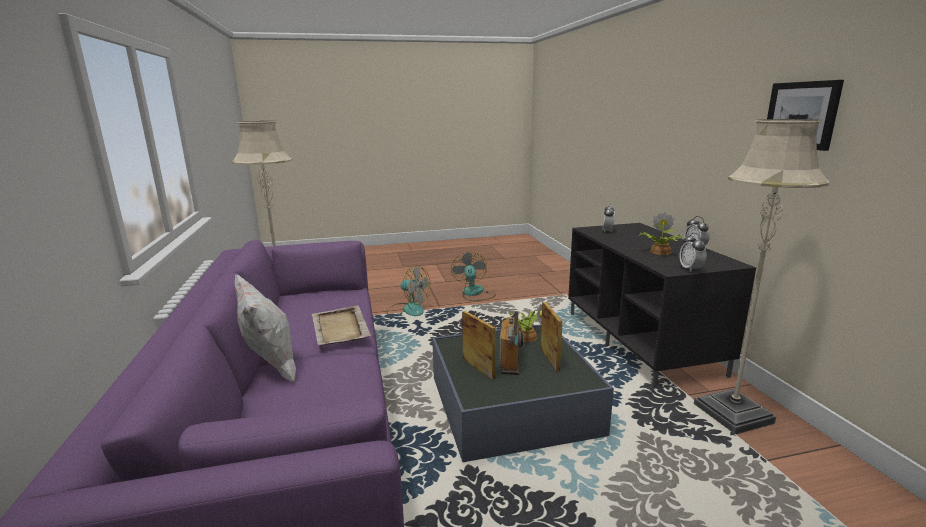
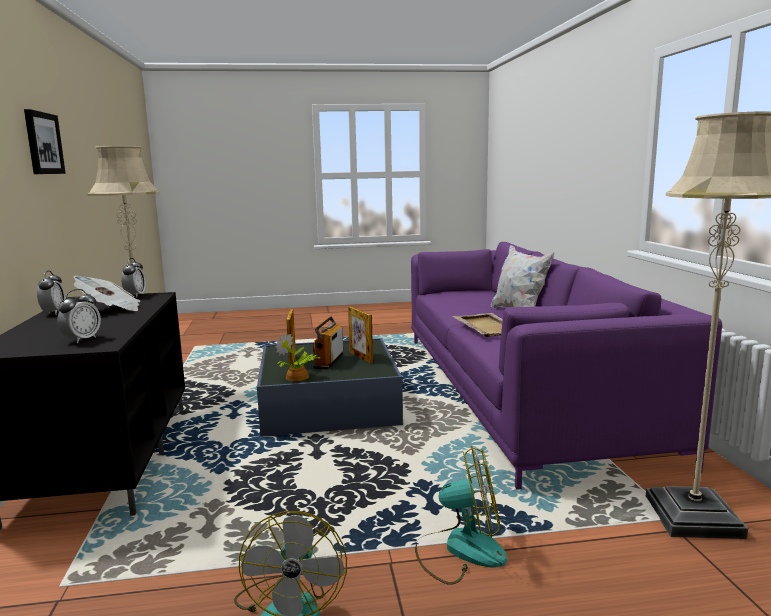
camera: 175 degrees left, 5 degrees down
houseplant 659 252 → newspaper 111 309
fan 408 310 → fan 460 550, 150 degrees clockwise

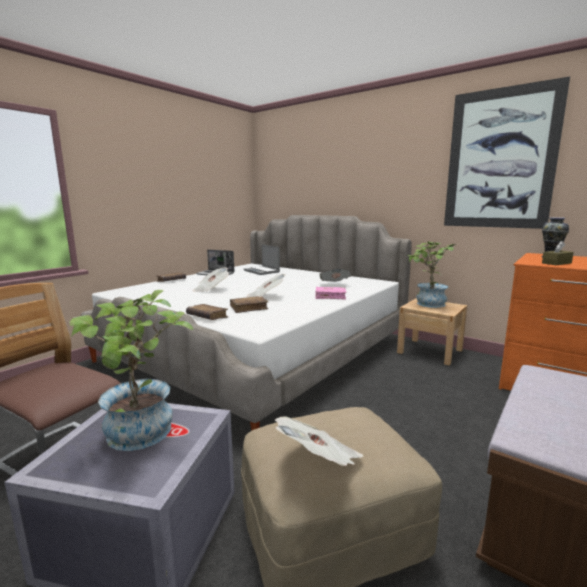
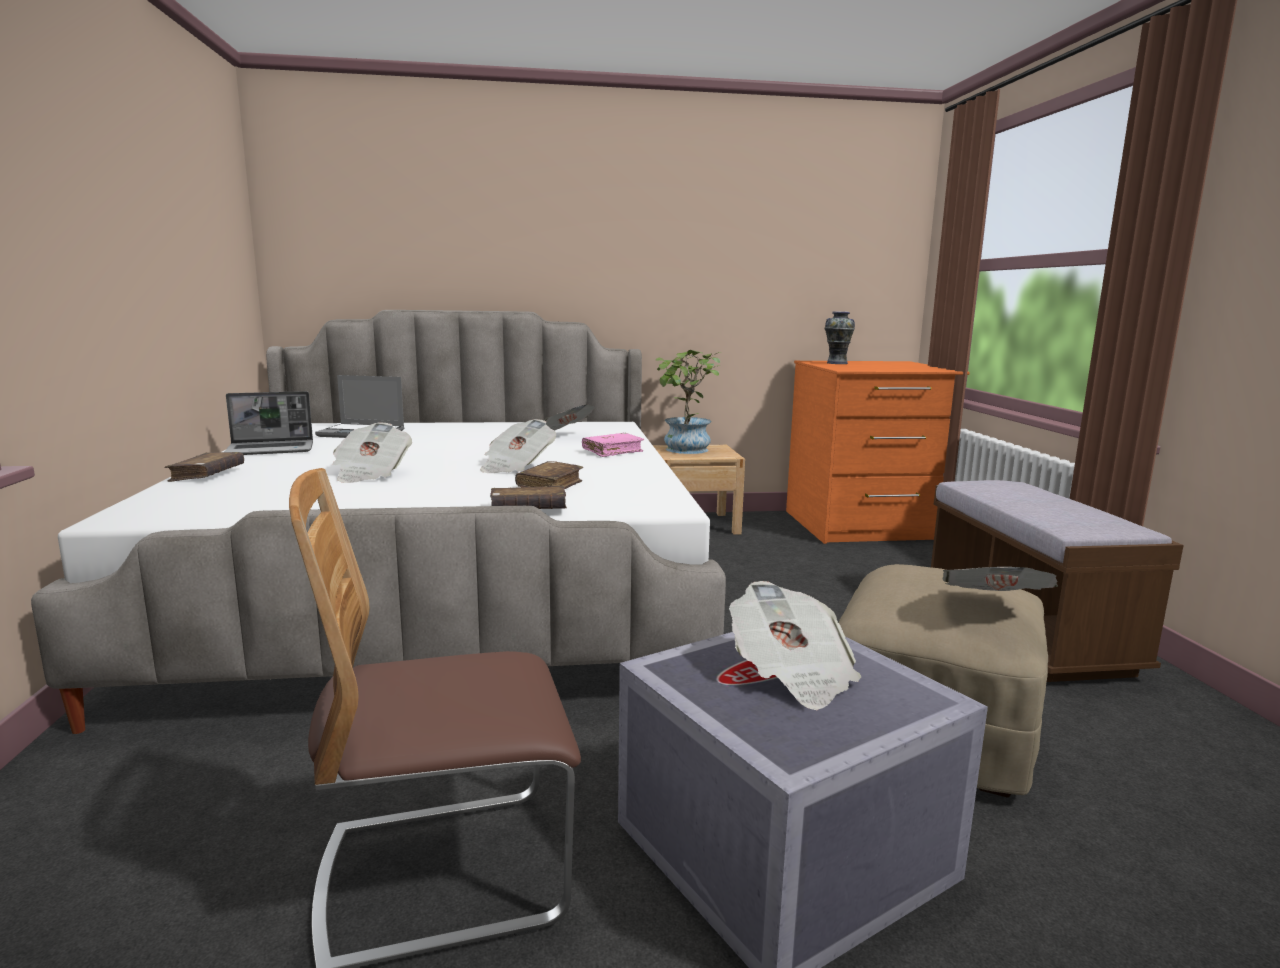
camera: 45 degrees left, 0 degrees up
houseplant 142 436 → newspaper 792 675
wall picture 500 159 → -
brown-coloured tissue holder 556 263 → -

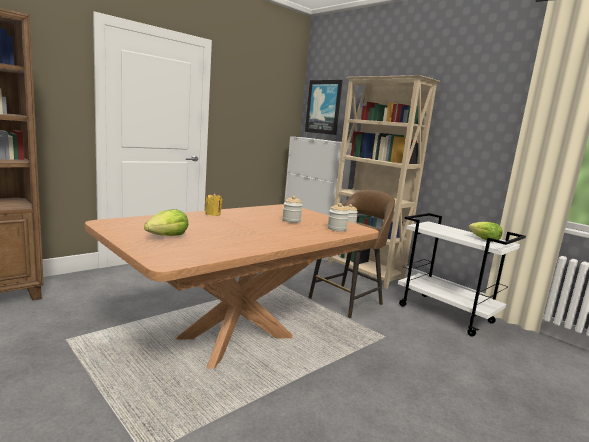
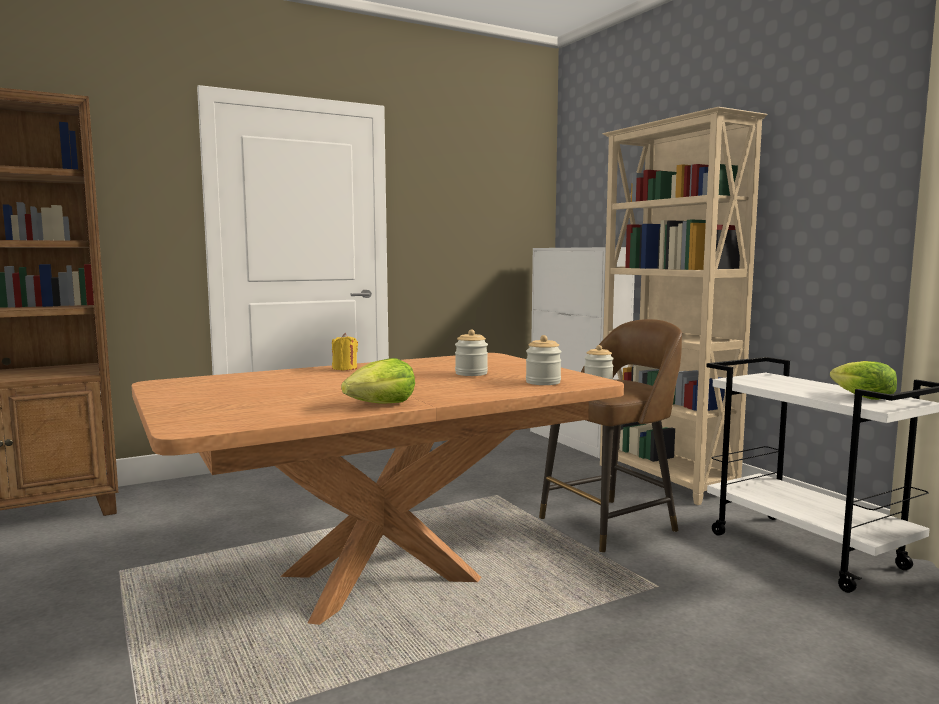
camera: 15 degrees right, 5 degrees down
head of lettuce 167 236 → head of lettuce 382 404, shifted
wall picture 323 107 → -

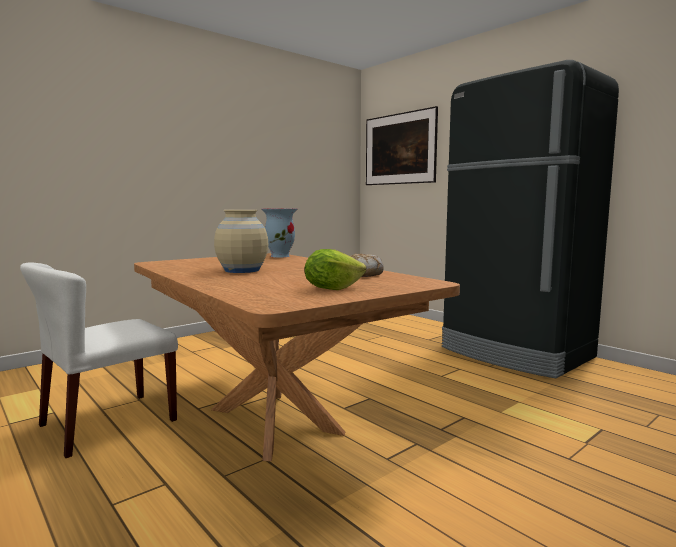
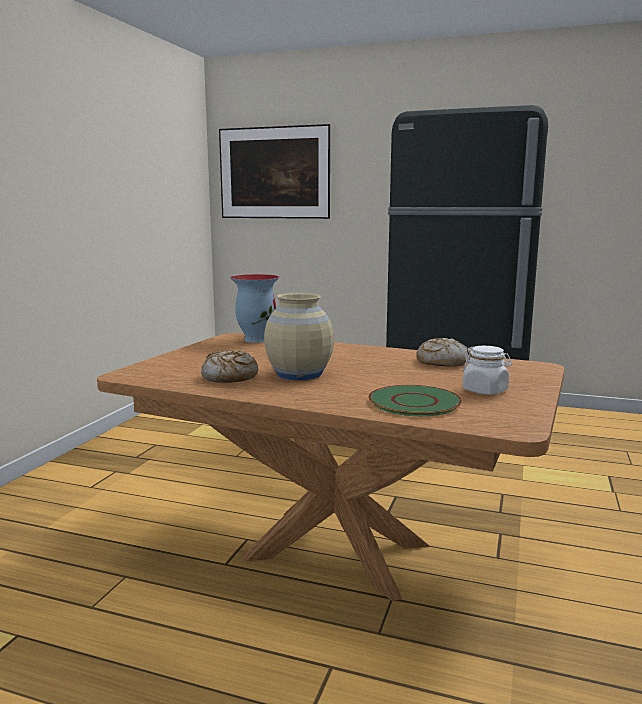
camera: 30 degrees left, 5 degrees up
- → baked bread 230 377
- → green dinner plate 415 402
head of lettuce 332 289 → whitish storage jar 485 391
whitish upright chair 107 423 → -

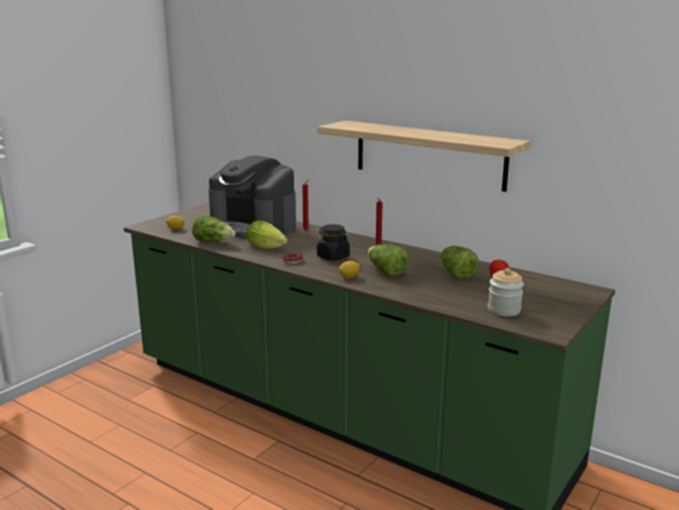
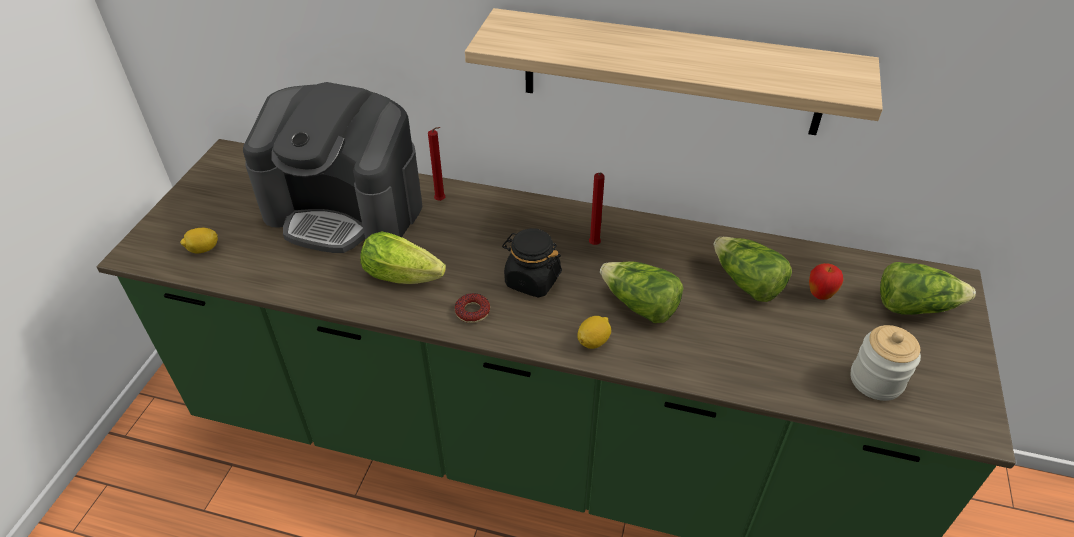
camera: 20 degrees left, 25 degrees up
head of lettuce 213 242 → head of lettuce 914 305, shifted

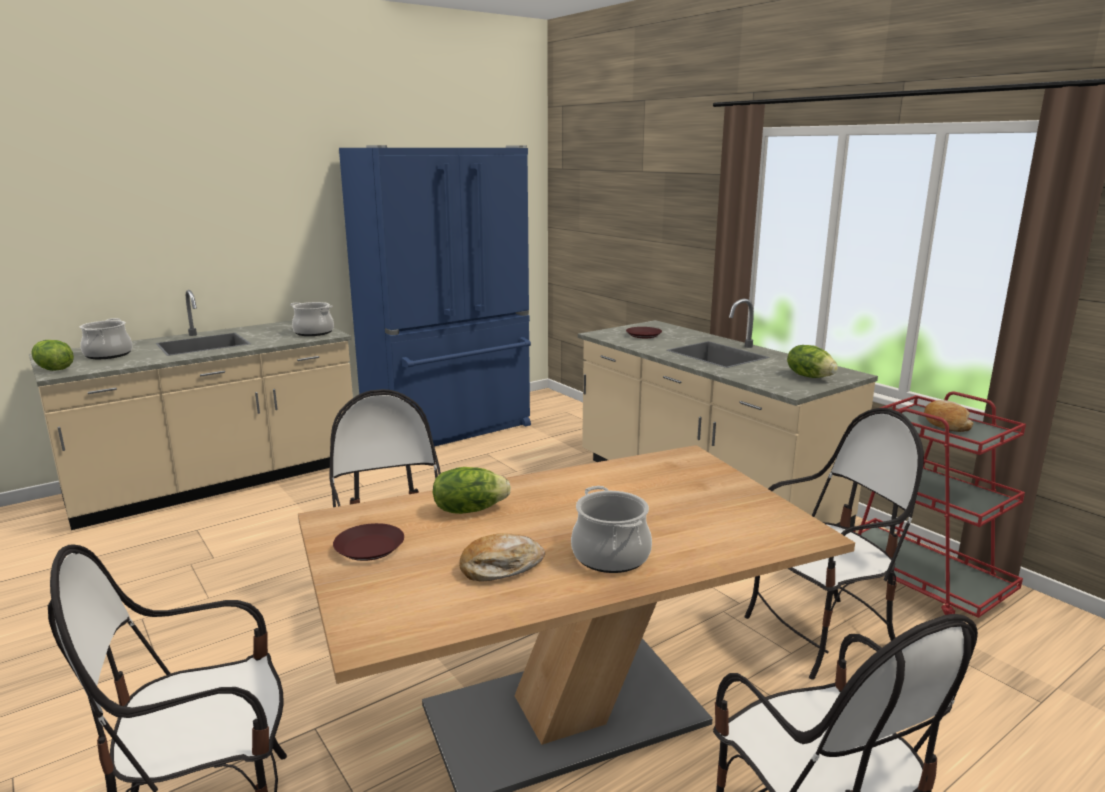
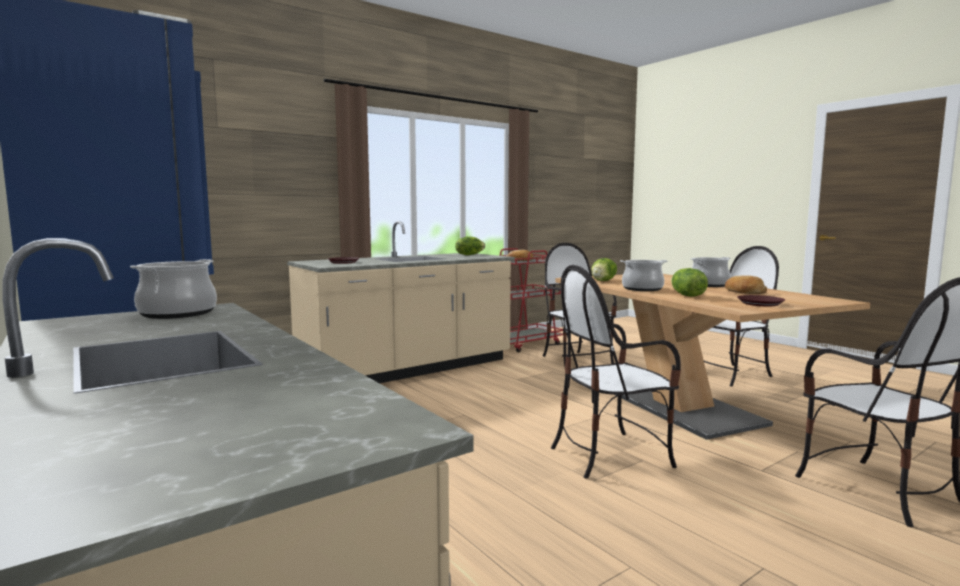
camera: 90 degrees left, 10 degrees down
head of lettuce 53 369 → head of lettuce 603 281, shifted
stockpot 108 354 → stockpot 642 289, shifted

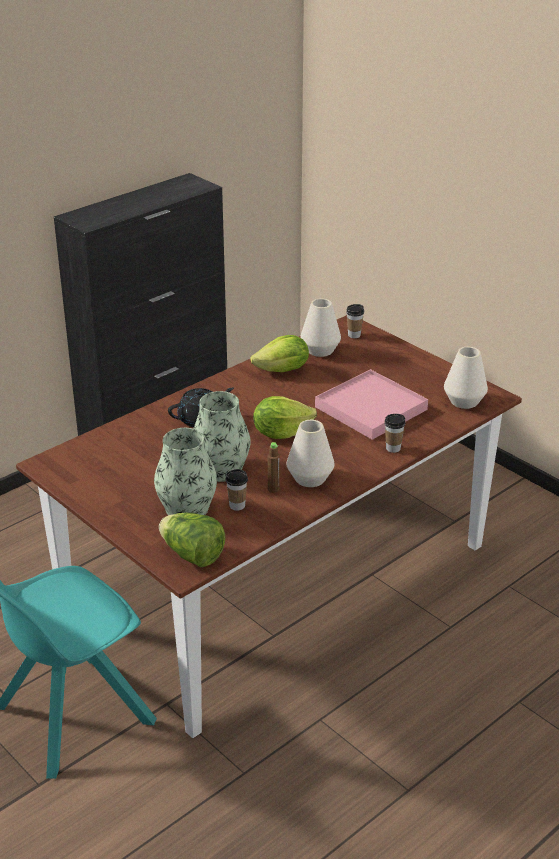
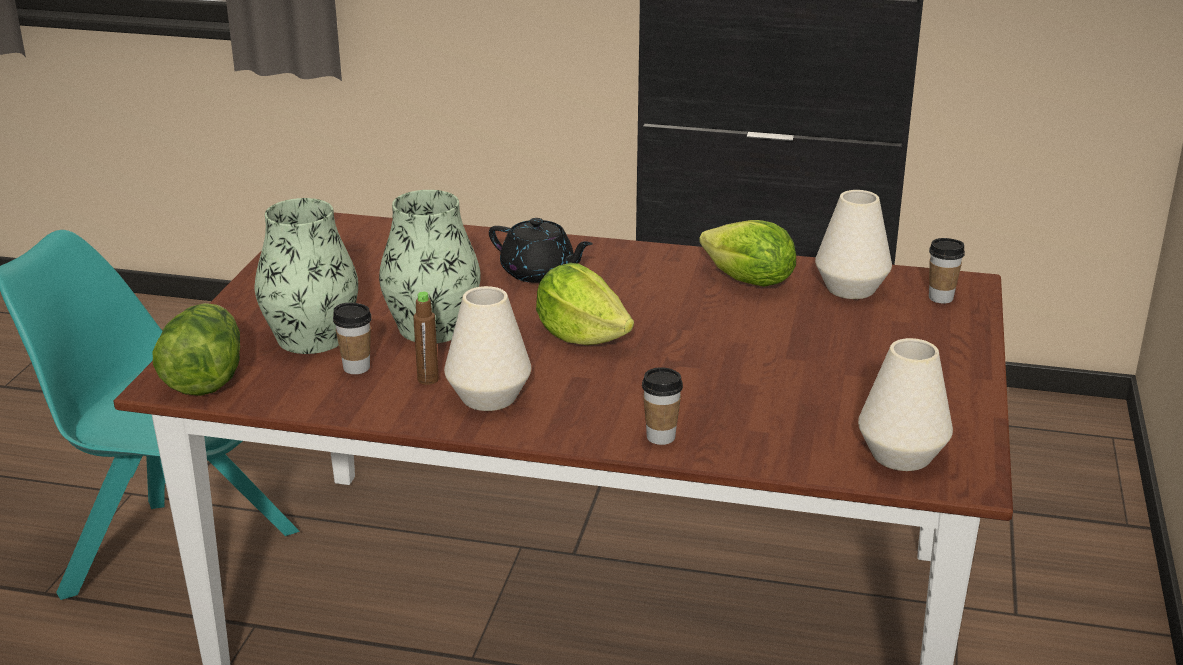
camera: 55 degrees right, 5 degrees down
pink serving tray 371 408 → -

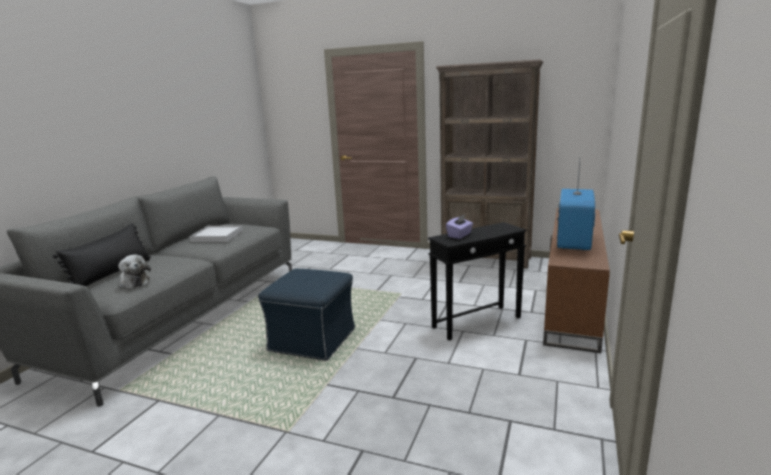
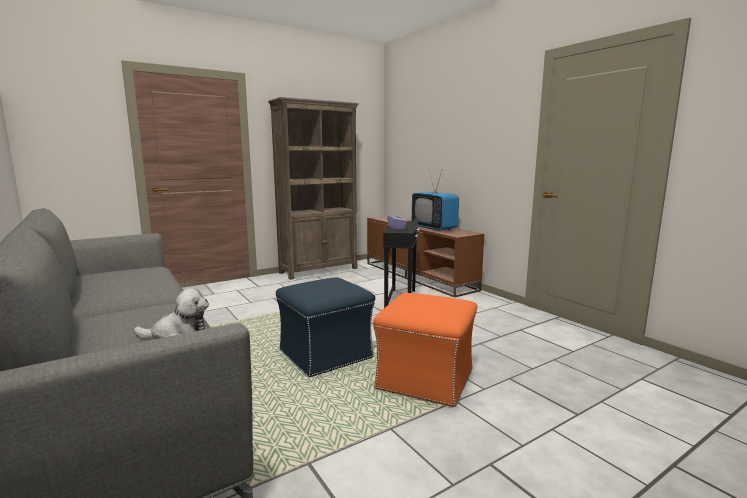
camera: 55 degrees left, 5 degrees down
- → orangey ottoman 426 379
black pillow 112 274 → -
whitish serving tray 217 236 → -

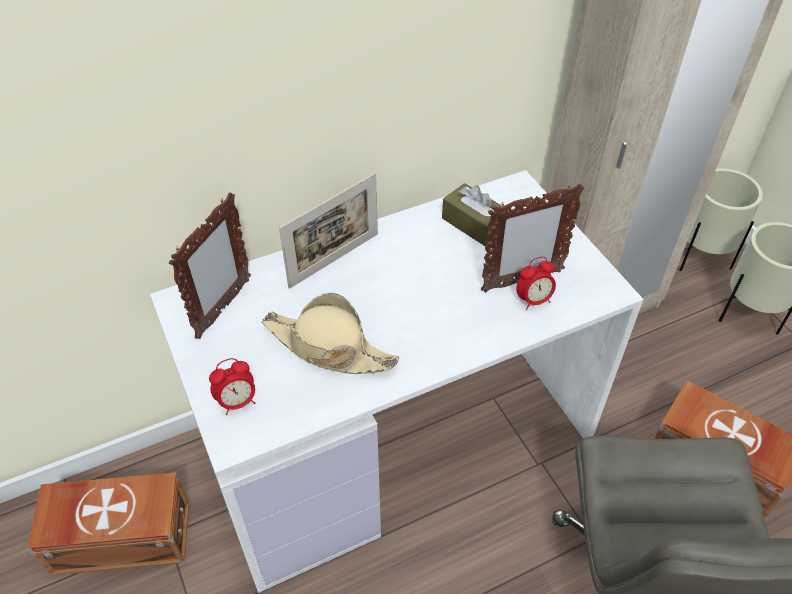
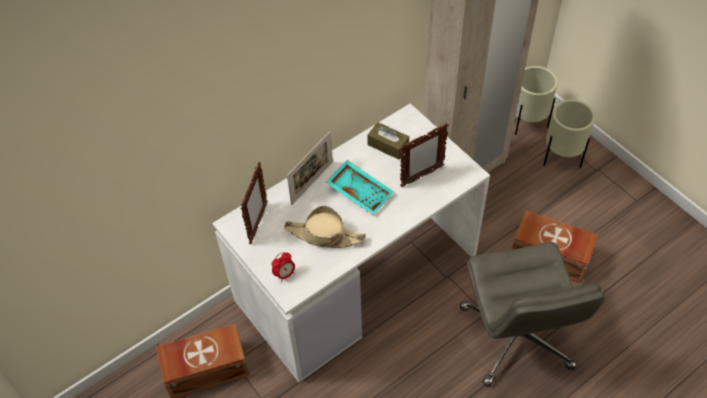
camera: 10 degrees left, 5 degrees up
- → turquoise serving tray 360 191
table clock 533 300 → -

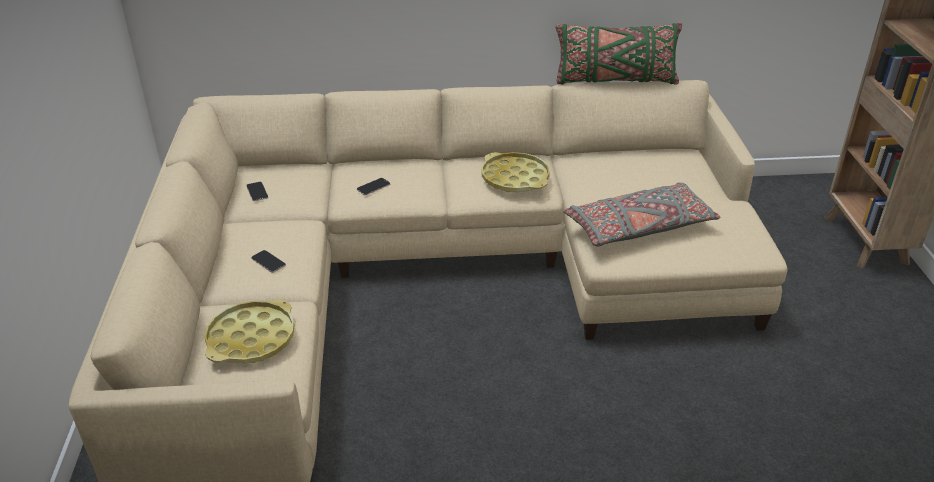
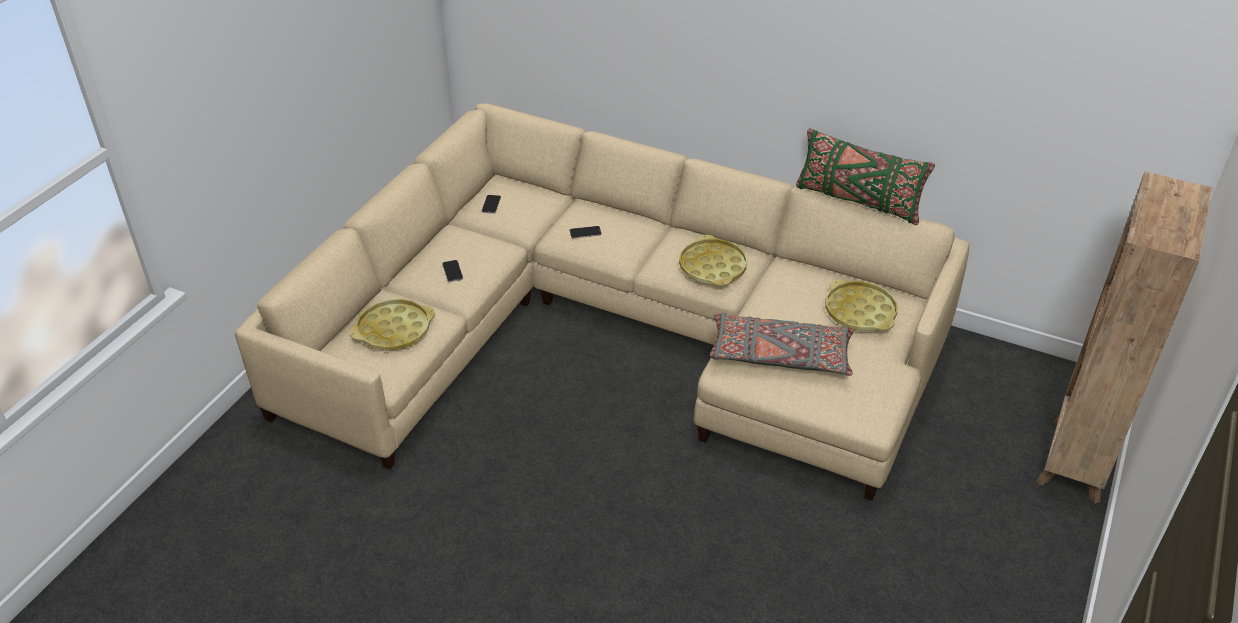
camera: 30 degrees right, 5 degrees up
- → yellow serving tray 860 312

